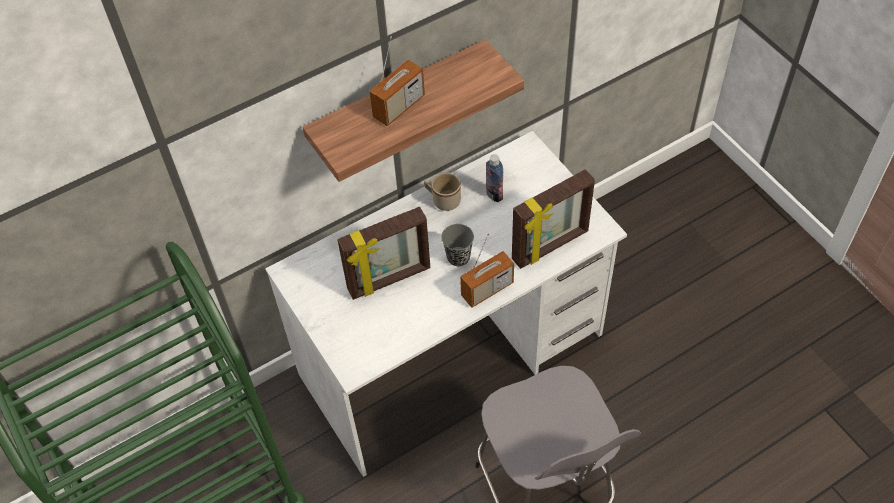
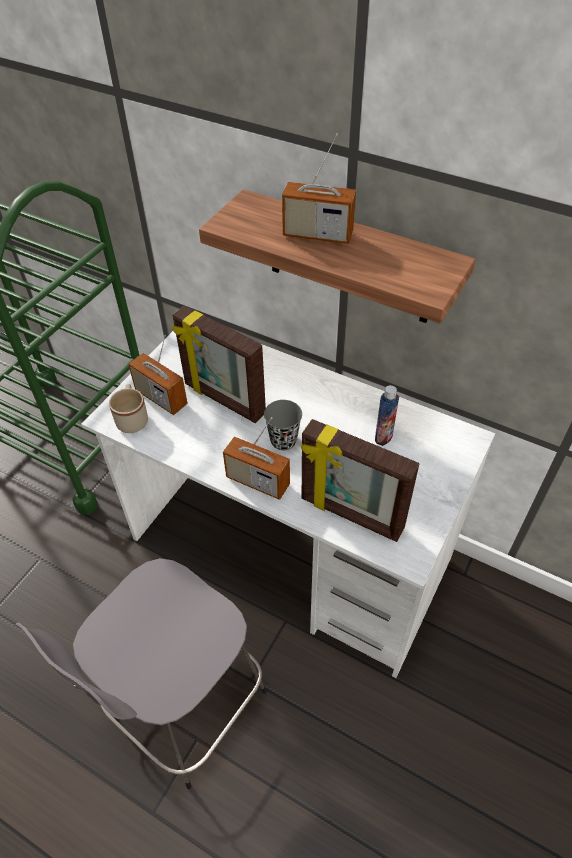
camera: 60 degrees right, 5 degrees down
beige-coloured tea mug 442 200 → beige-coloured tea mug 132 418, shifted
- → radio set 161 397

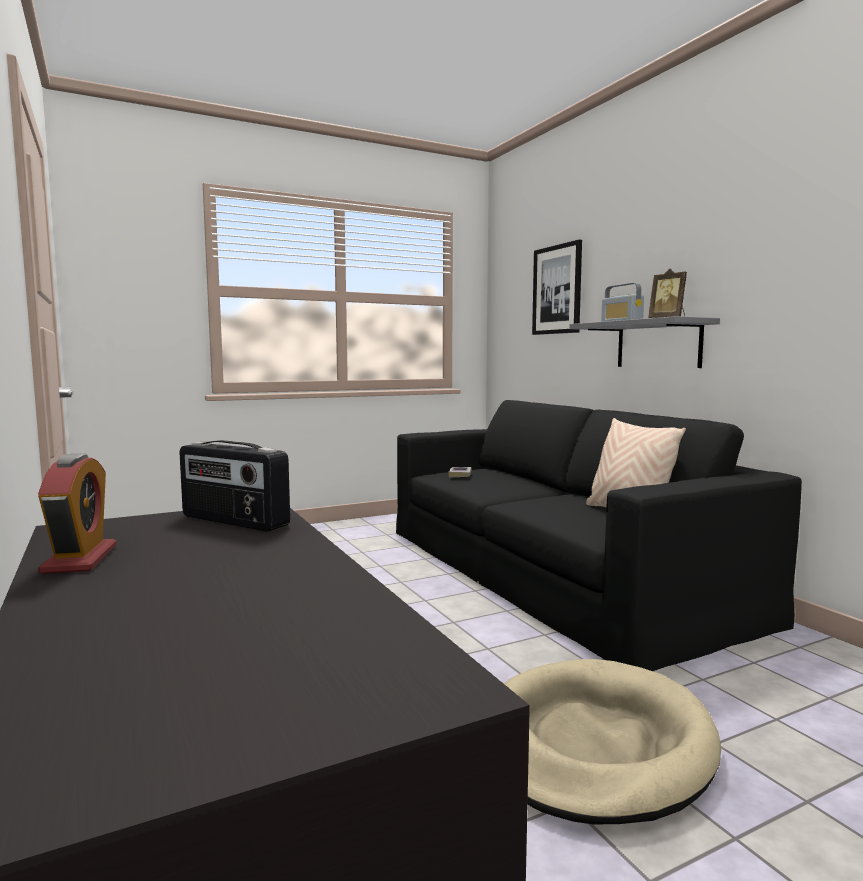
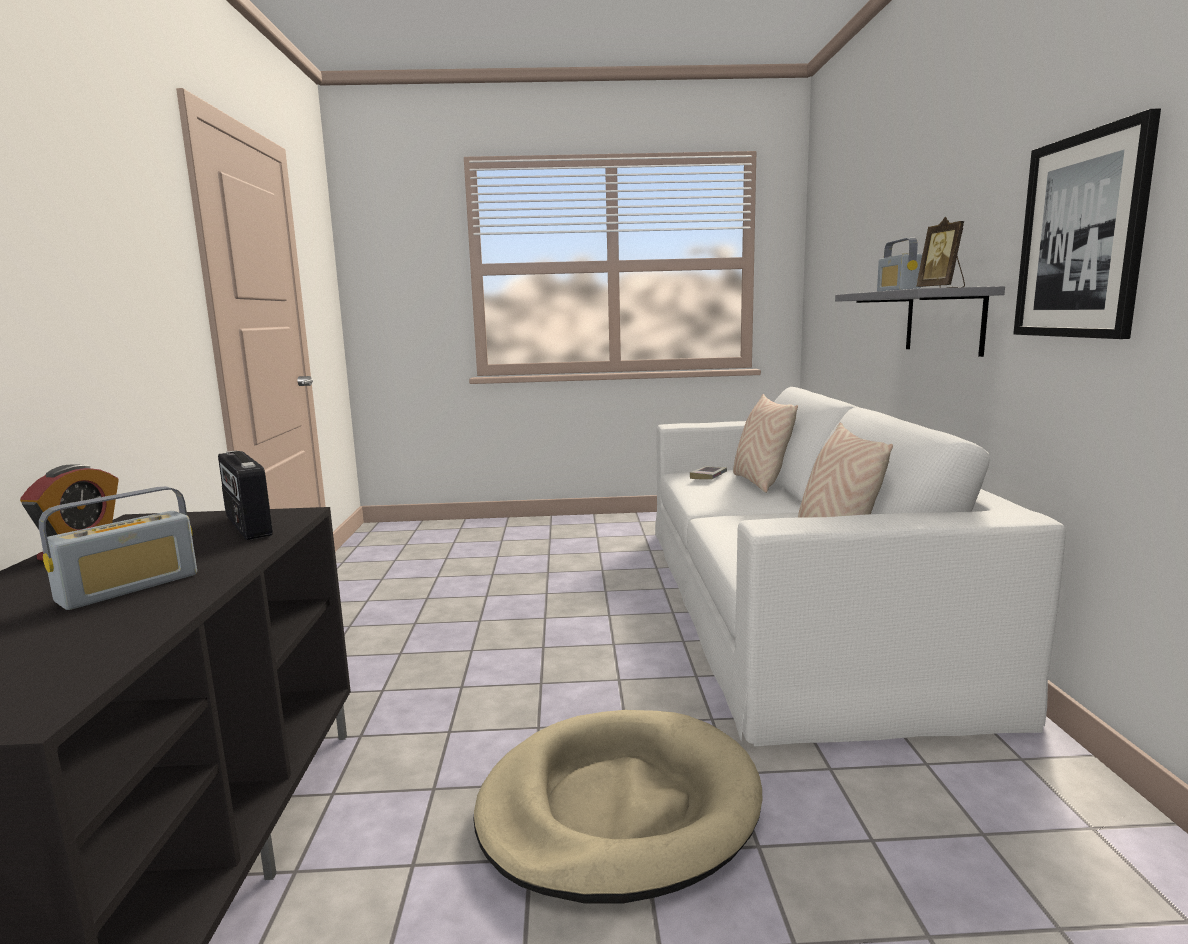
camera: 25 degrees right, 5 degrees up
- → radio set 129 588
black sofa 553 569 → whitish sofa 789 600
- → beige-coloured pillow 760 483
wall picture 557 290 → wall picture 1081 237, shifted

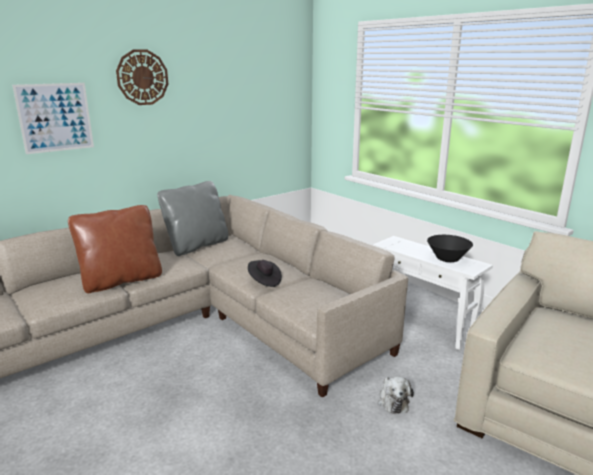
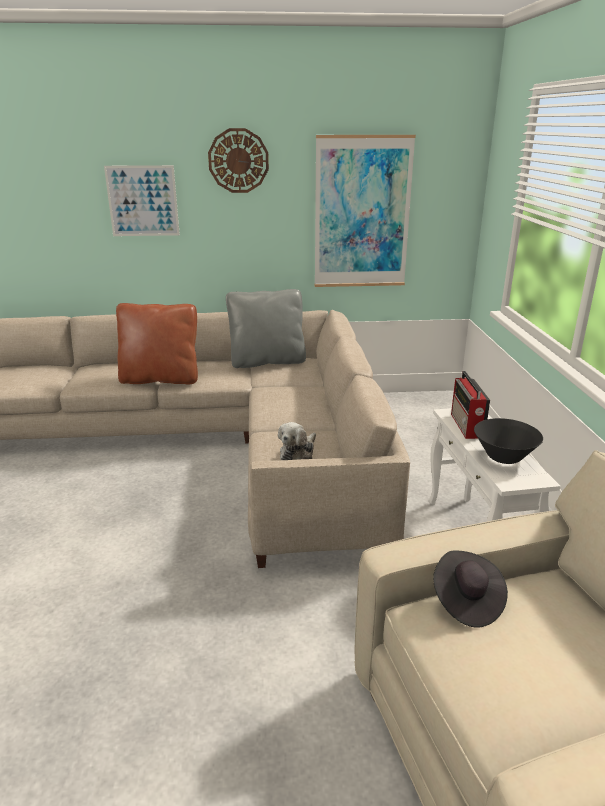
camera: 35 degrees right, 5 degrees up
cuddly toy 393 401 → cuddly toy 298 453, shifted
- → wall picture 362 213
black clothing hat 264 281 → black clothing hat 466 601, shifted
- → radio set 466 426

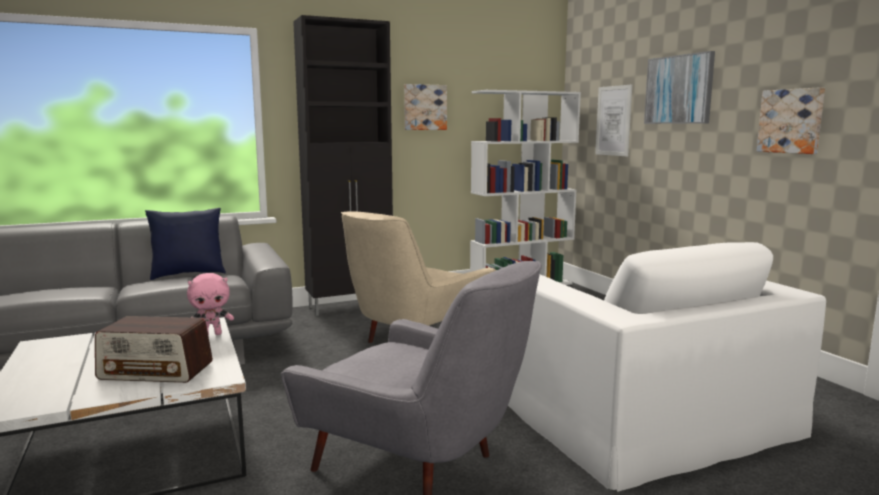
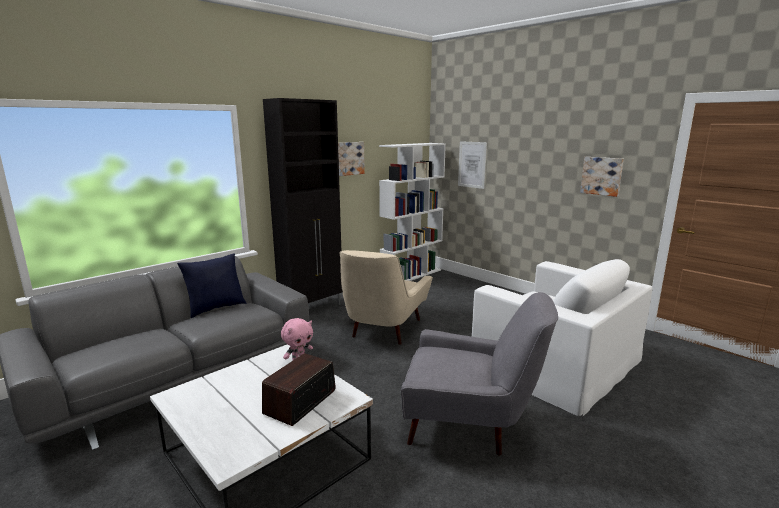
camera: 20 degrees left, 5 degrees up
radio set 156 371 → radio set 300 402, 135 degrees clockwise
wall picture 679 89 → -

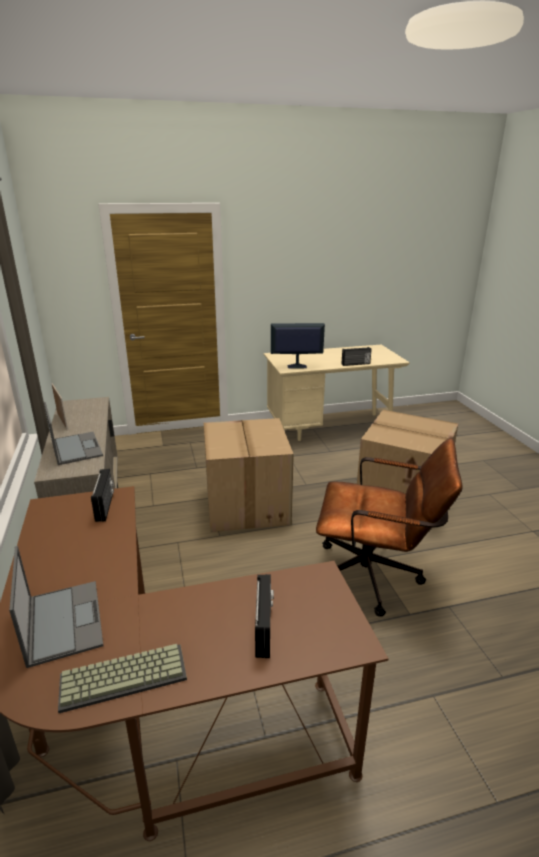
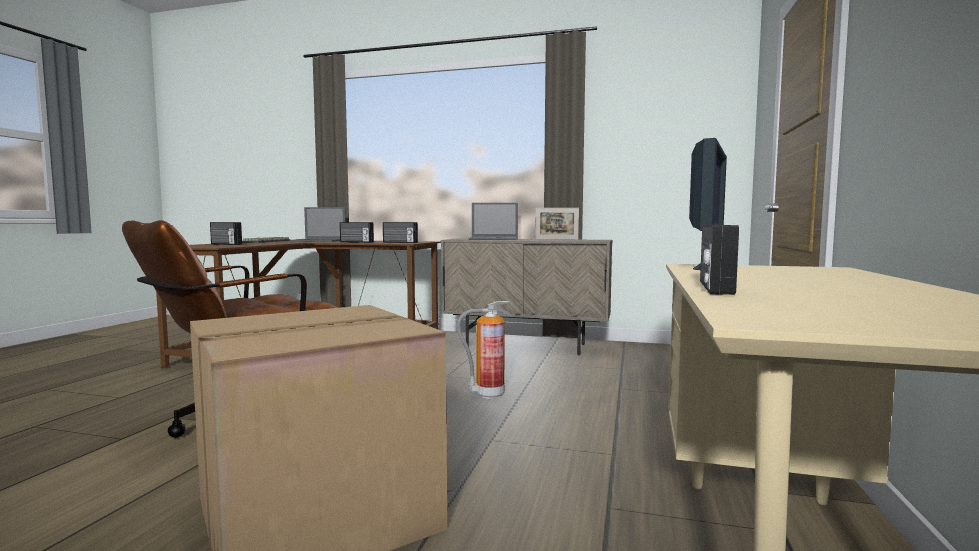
camera: 120 degrees right, 20 degrees down
- → radio set 356 242
cardboard box 245 504 → fire-fighting cylinder 488 395

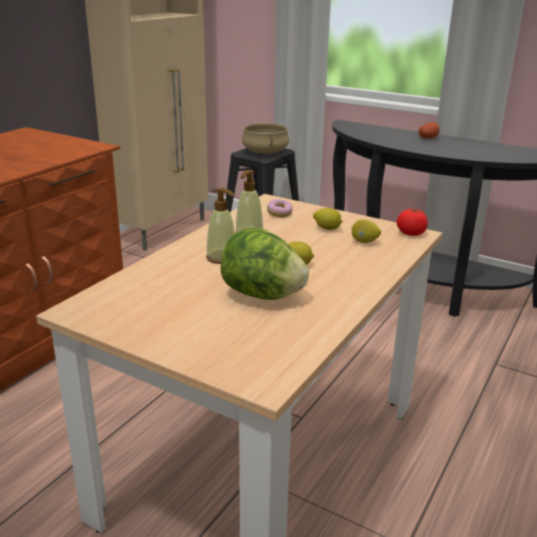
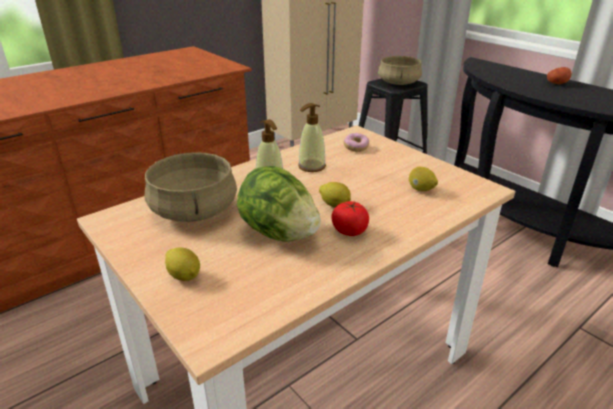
camera: 20 degrees right, 5 degrees up
- → beige-coloured stockpot 193 210
whole lemon 327 229 → whole lemon 184 275, shifted
tomato 411 233 → tomato 349 231, shifted

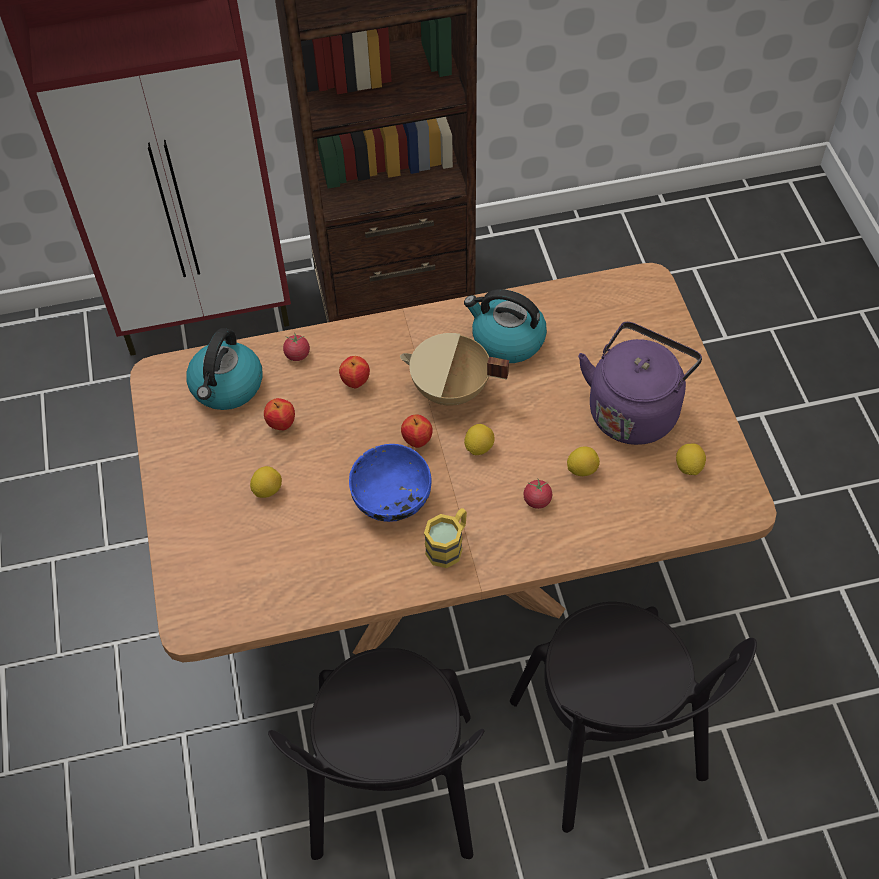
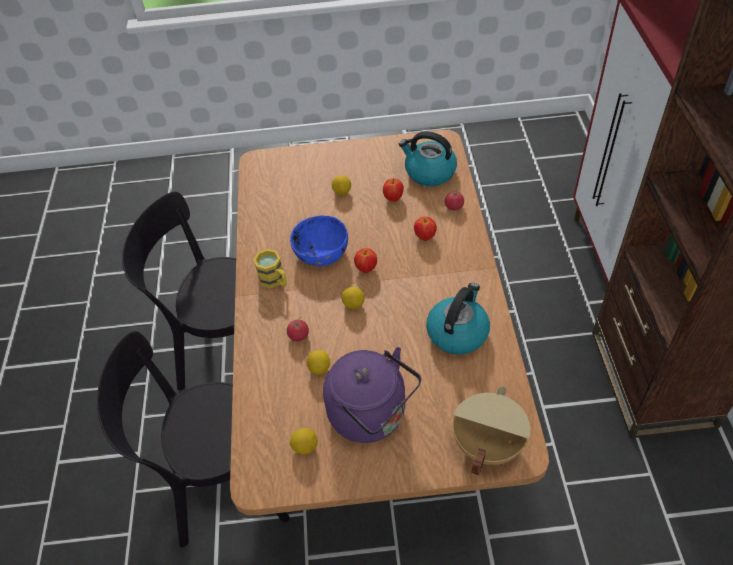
camera: 100 degrees right, 5 degrees down
beige-coloured stockpot 450 391 → beige-coloured stockpot 486 443, shifted

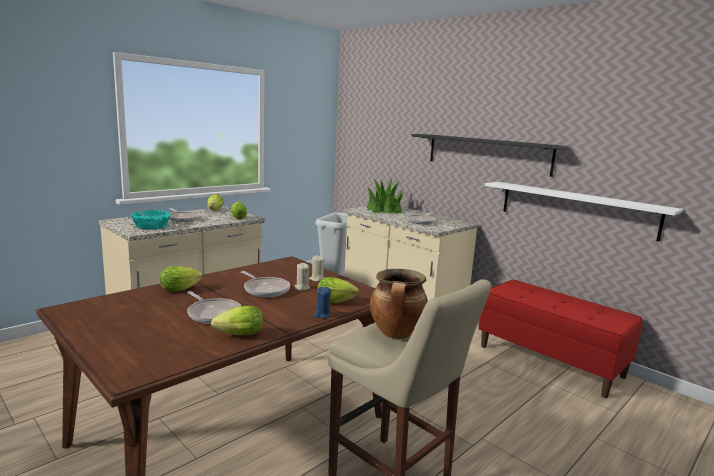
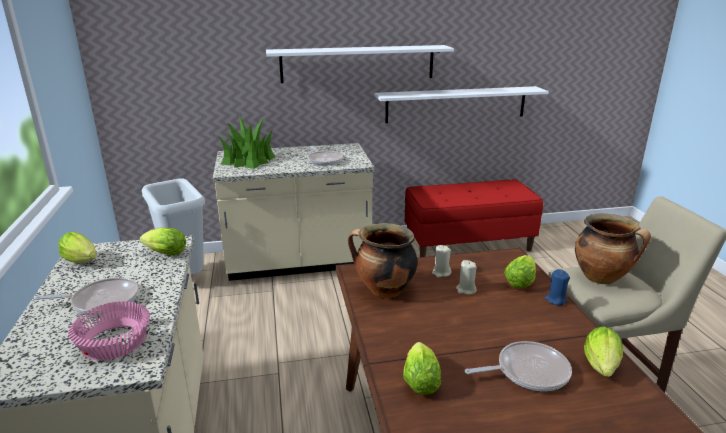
camera: 55 degrees left, 10 degrees up
turquoise bowl 151 226 → pink bowl 113 343
black bracket shelf 487 153 → whitish bracket shelf 358 63
- → stockpot 383 290
frying pan 265 289 → -

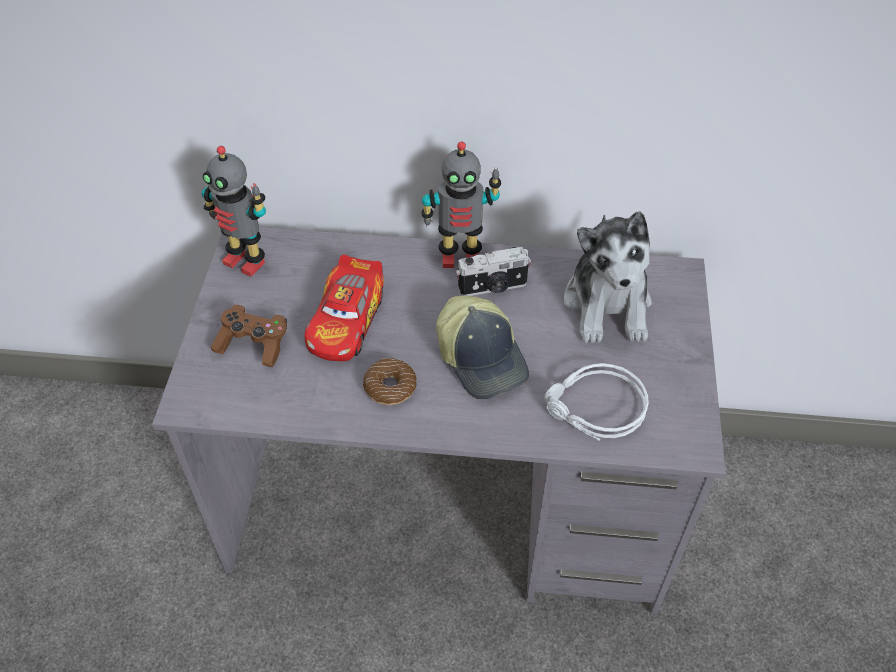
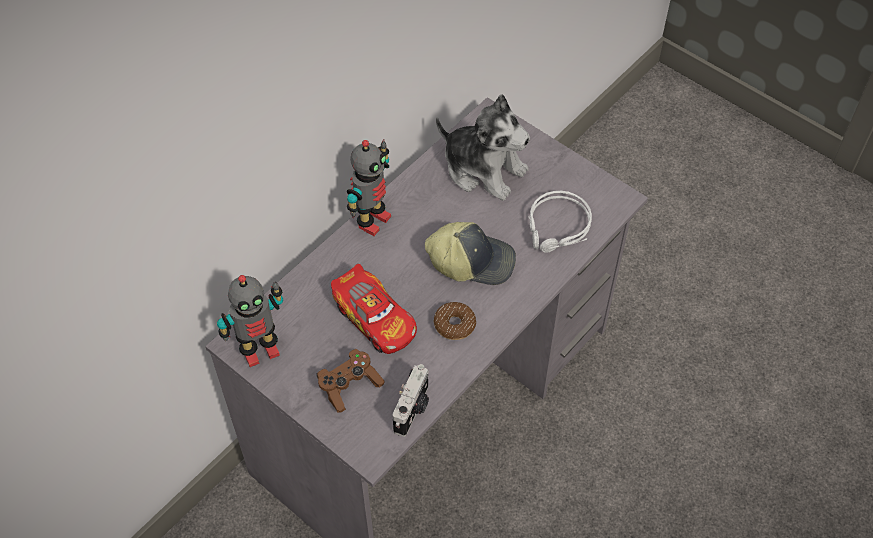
camera: 55 degrees left, 5 degrees up
still camera 493 288 → still camera 413 409, shifted

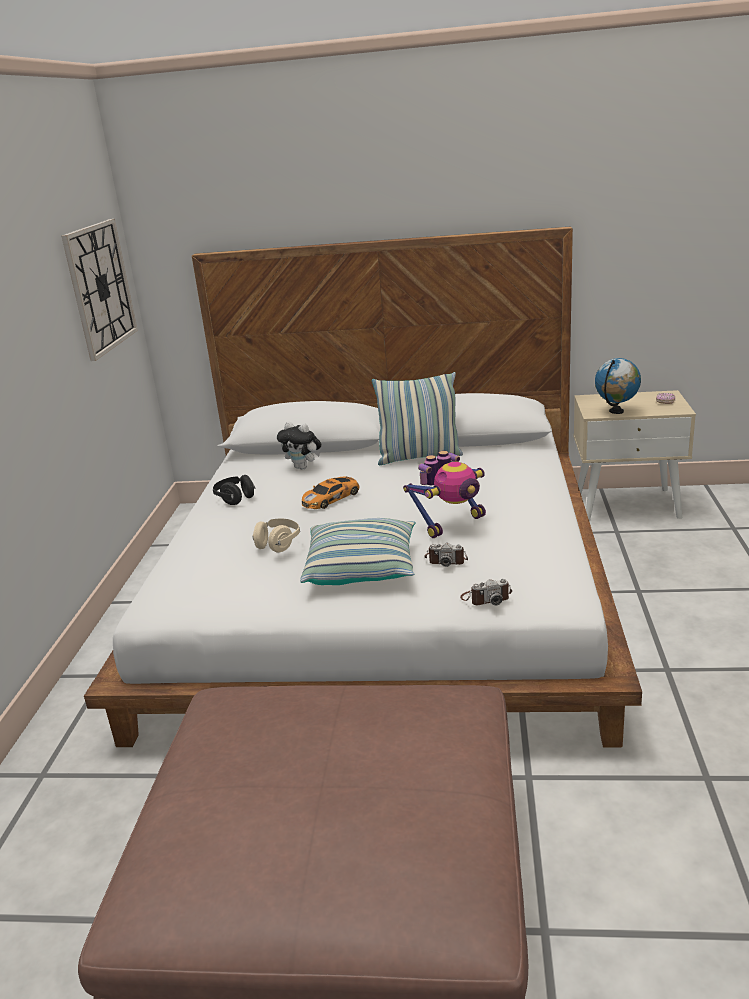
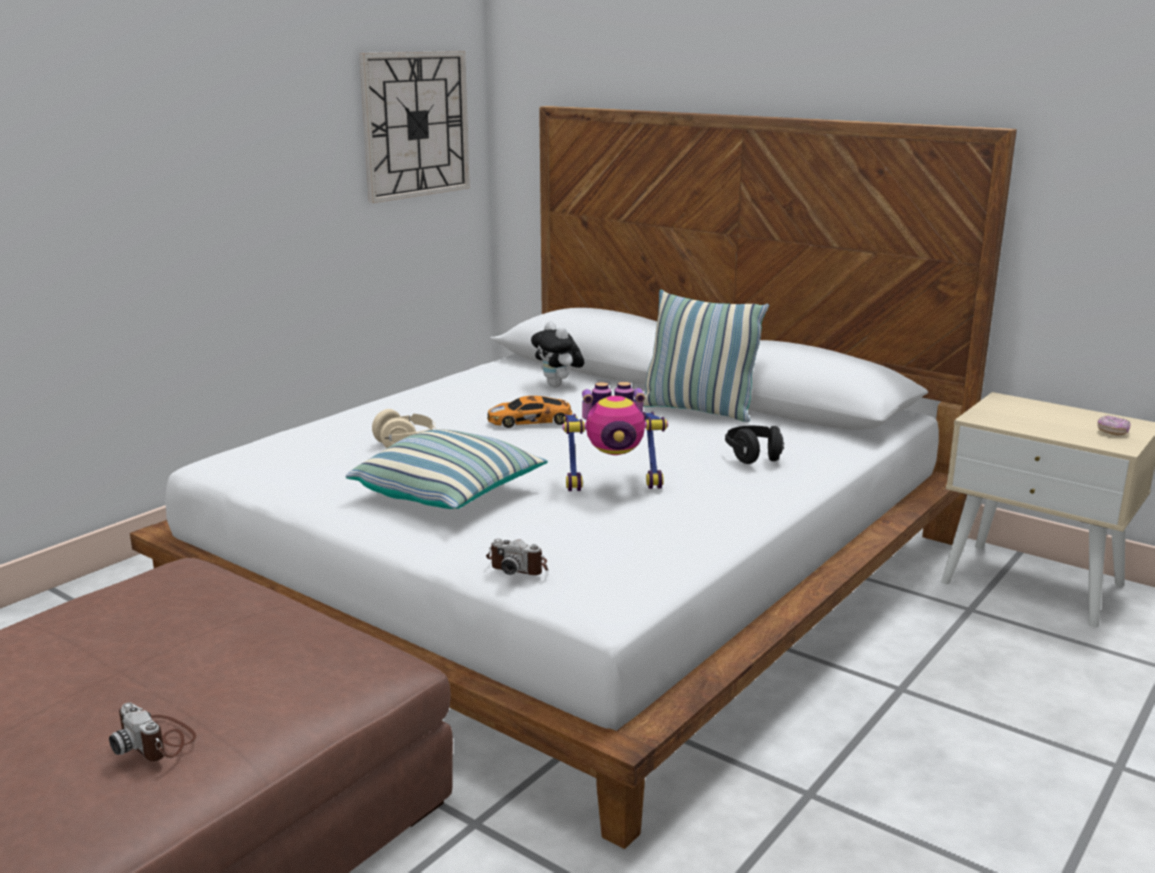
camera: 30 degrees right, 5 degrees down
still camera 446 560 → still camera 157 741, shifted
black headset 235 498 → black headset 754 456, shifted
globe 616 411 → -

